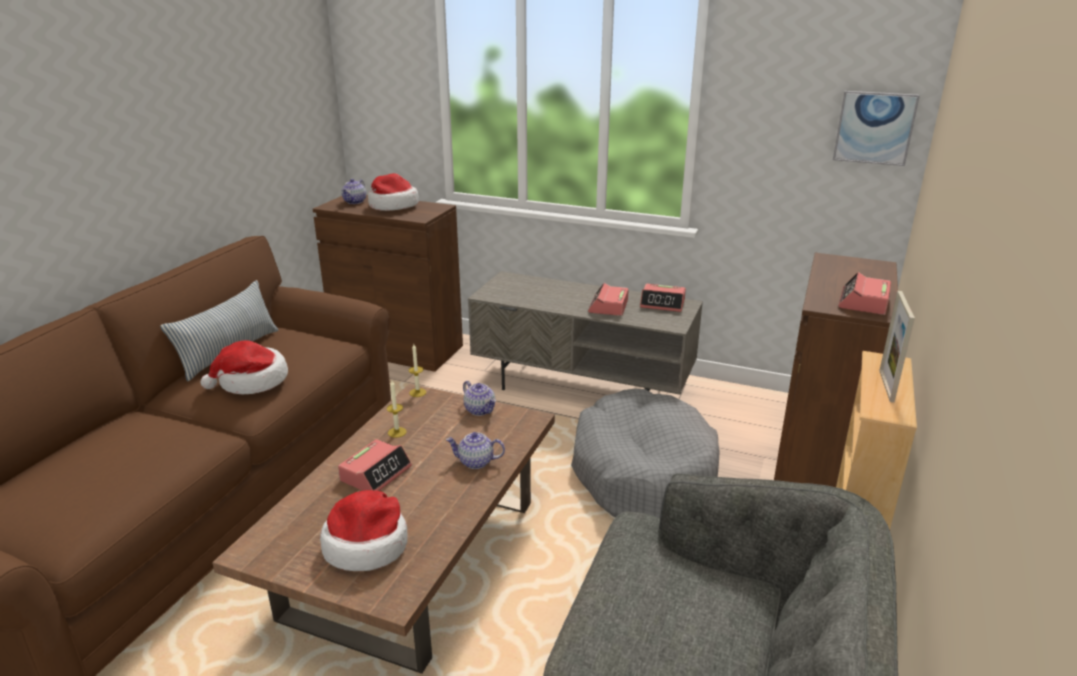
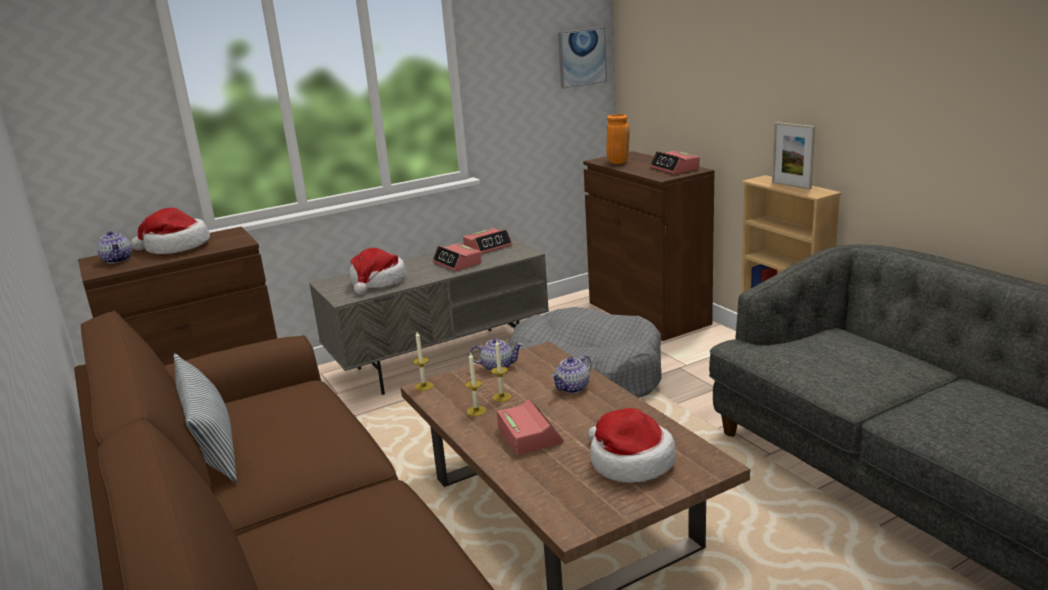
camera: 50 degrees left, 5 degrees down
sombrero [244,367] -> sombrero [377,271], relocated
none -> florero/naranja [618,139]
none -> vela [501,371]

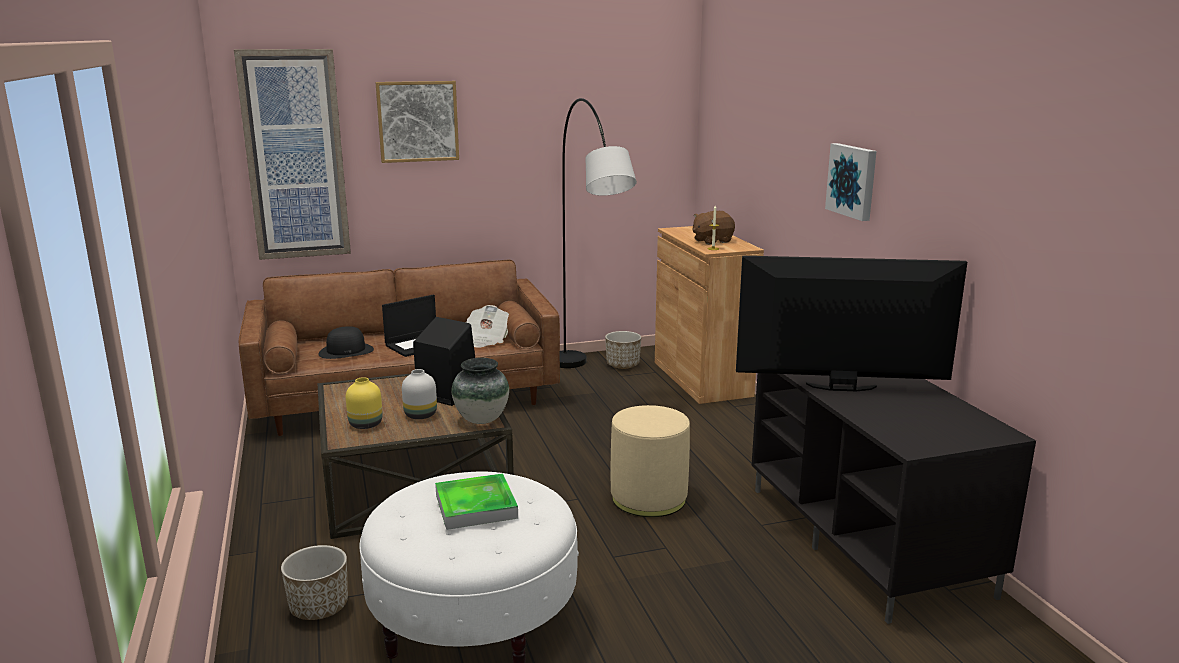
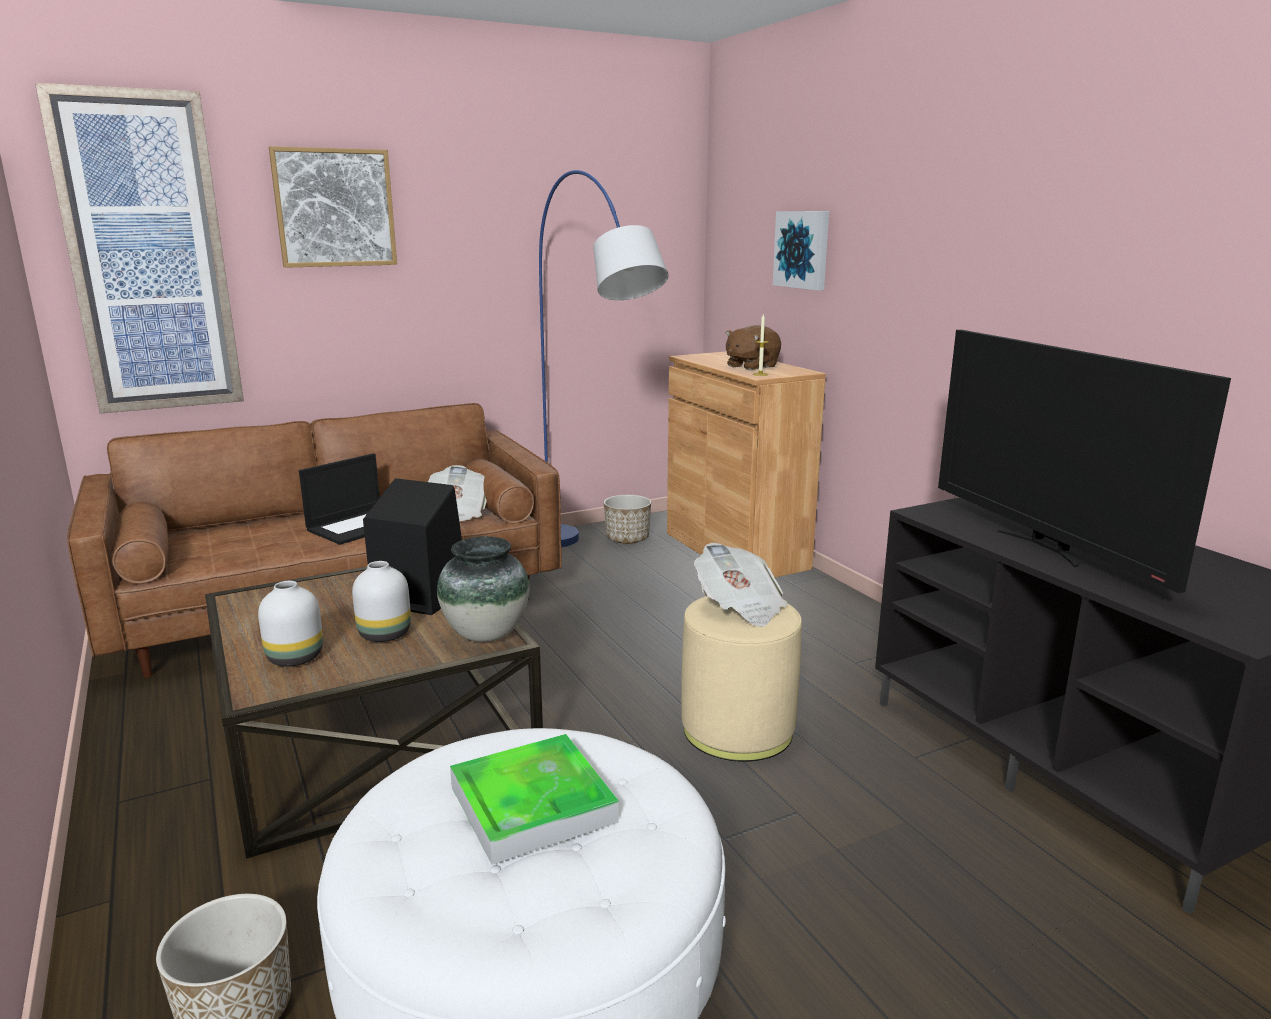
camera: 10 degrees left, 0 degrees up
lámpara de pie/gris [598,233] -> lámpara de pie/azul [604,358]
cuadro [851,182] -> cuadro [801,250], relocated
televisor [851,323] -> televisor [1084,461], 105 degrees counterclockwise
sombrero/negro [346,342] -> none
florero/amarillo [364,403] -> florero/blanco [290,624]
none -> periódico [741,585]

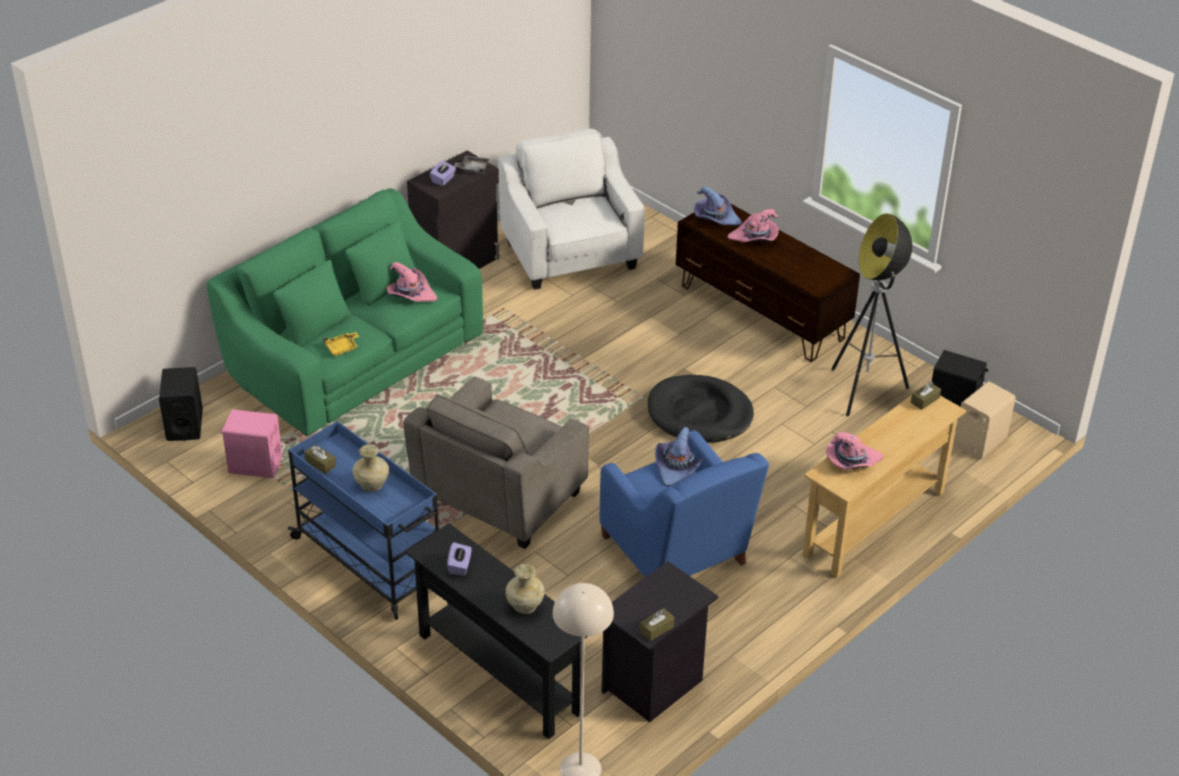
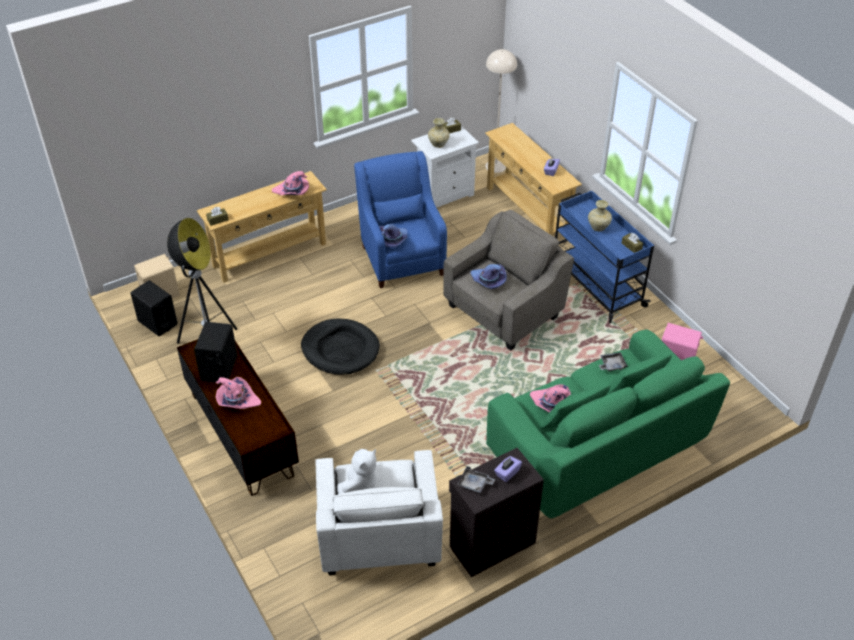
camera: 165 degrees left, 5 degrees up
sombrero/morado [718,206] -> sombrero/morado [488,276], relocated
bandeja/amarillo [341,344] -> bandeja/gris [613,361]
altavoz/negro [181,404] -> altavoz/negro [216,352], relocated
mesa consola/negro [496,631] -> mesa consola/beis [533,181]
mesita de noche/negro [660,641] -> mesita de noche/blanco [445,167]
florero/beis [525,589] -> florero/beis [439,133], relocated
none -> peluche/blanco [356,471]

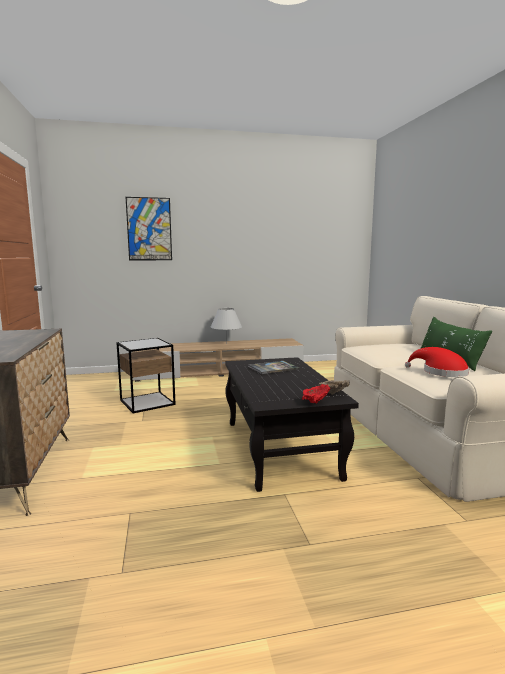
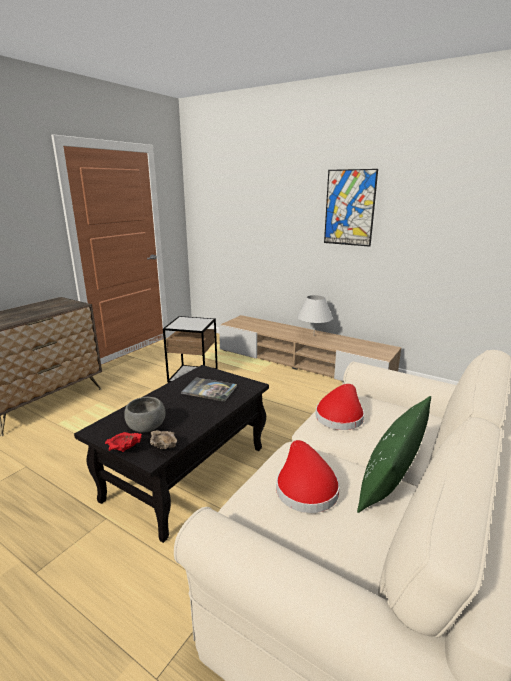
camera: 45 degrees right, 10 degrees up
cuadro [149,228] -> cuadro [351,208], relocated
none -> sombrero/rojo [340,407]
none -> cuenco/gris [144,415]

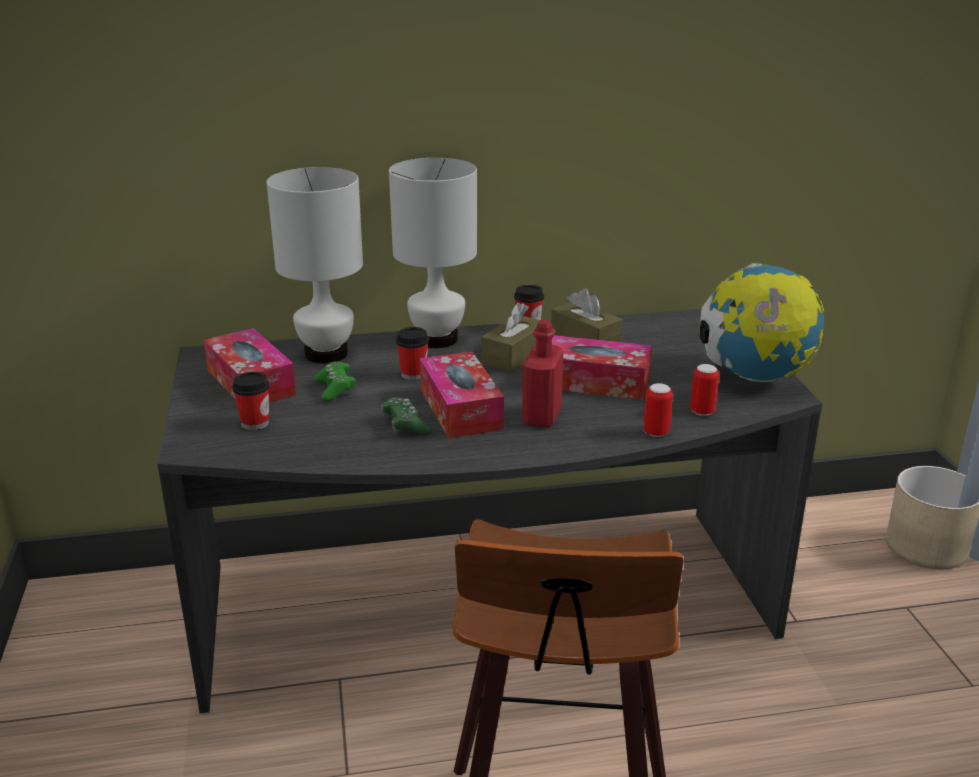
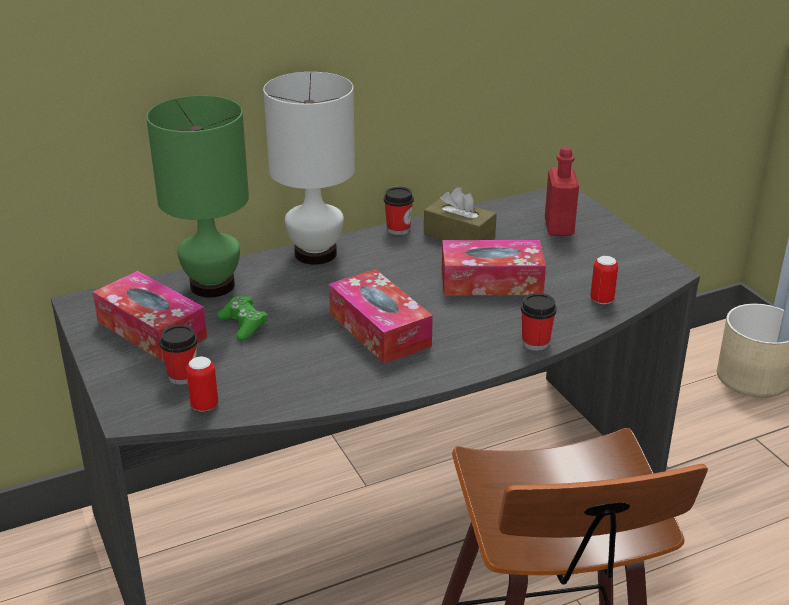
camera: 15 degrees left, 5 degrees up
lámpara de mesa/blanco [315,265] -> lámpara de mesa/verde [197,196]
globo terráqueo [762,322] -> none
caja de pañuelos/marrón [510,337] -> none
botella/rojo [542,373] -> botella/rojo [562,191], relocated
taza [412,353] -> taza [539,322], relocated
lata [658,410] -> lata [202,384], relocated
mando de consola/verde [406,416] -> none

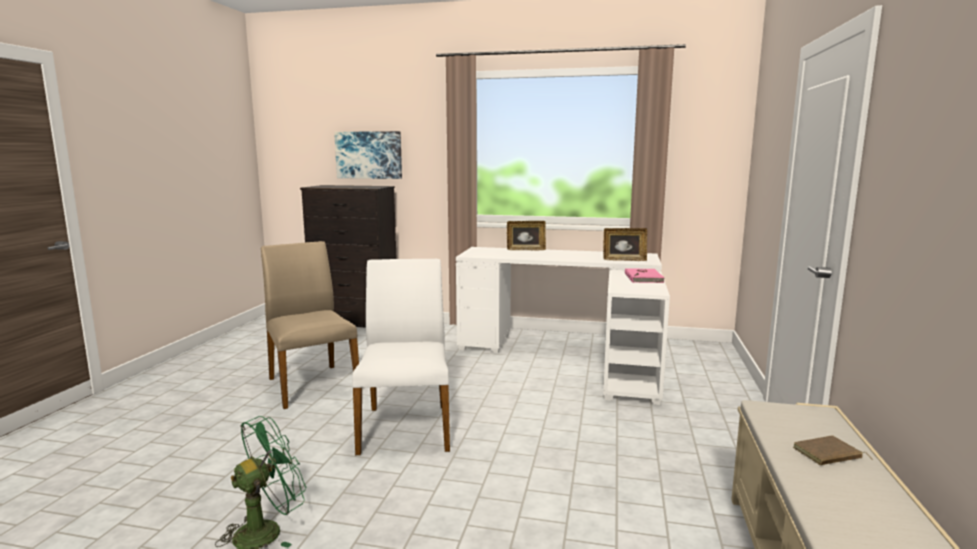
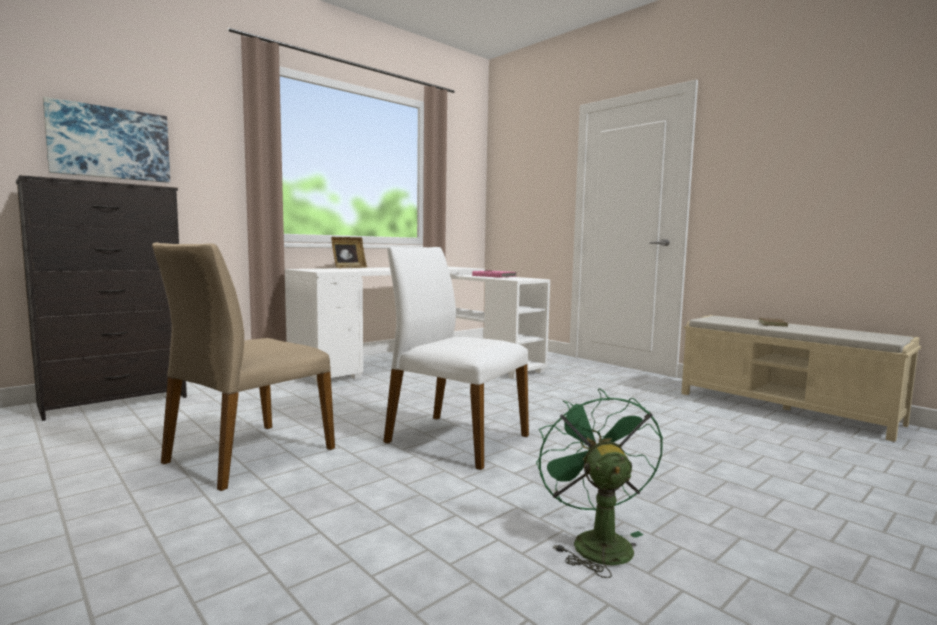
camera: 55 degrees left, 5 degrees down
portarretratos [625,244] -> none
silla/beis [310,325] -> silla/beis [243,366], 60 degrees counterclockwise

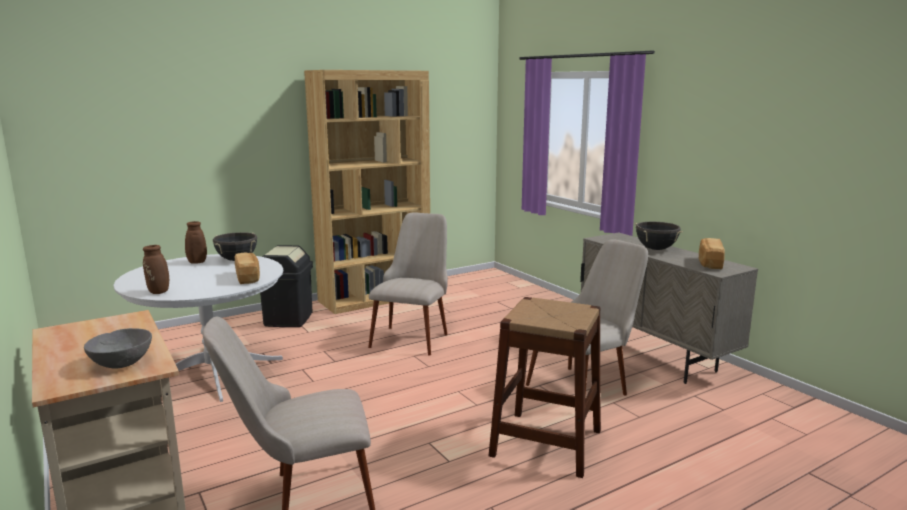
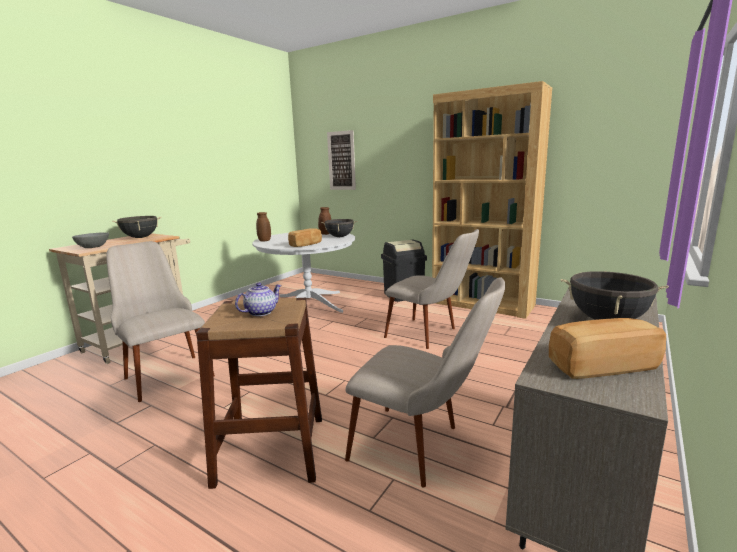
camera: 65 degrees right, 0 degrees up
silla/beis [408,284] -> silla/beis [431,289], 45 degrees clockwise
none -> cuadro [341,160]
none -> olla/negro [137,227]
none -> tetera [258,299]

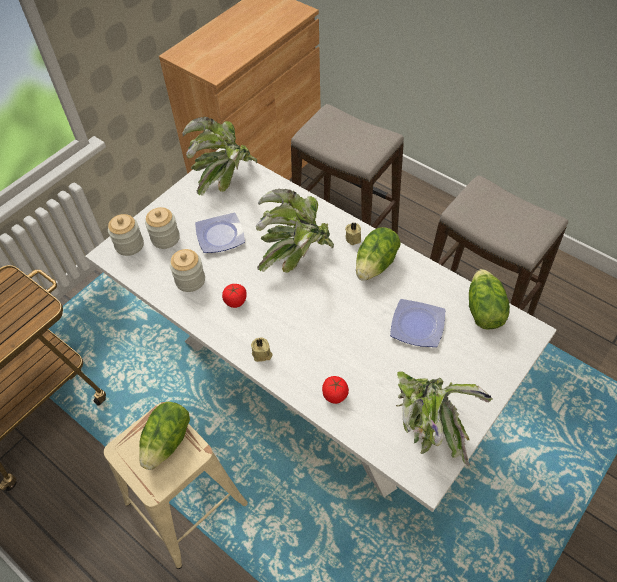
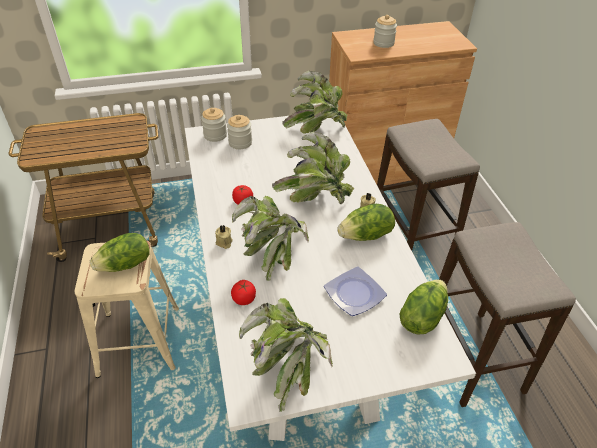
camera: 35 degrees right, 10 degrees down
plato [220,233] -> none
tarro [187,270] -> tarro [385,31], relocated
none -> planta en maceta [270,238]

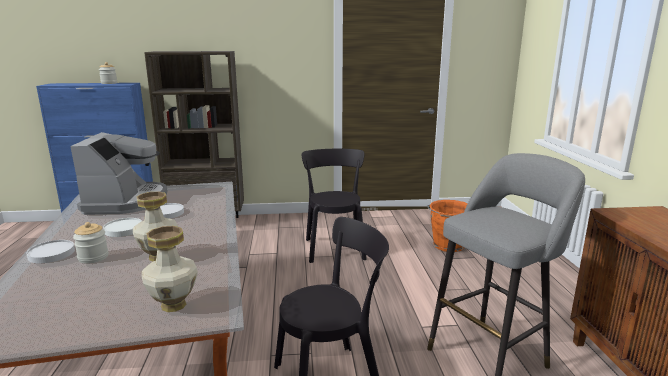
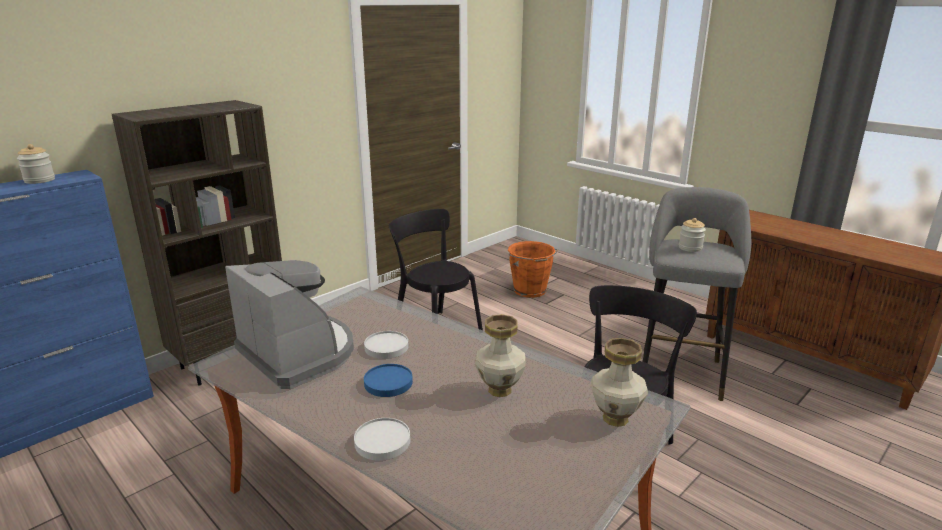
camera: 40 degrees left, 5 degrees up
plato/blanco [122,227] -> plato/azul [388,380]
tarro [91,243] -> tarro [692,235], relocated

